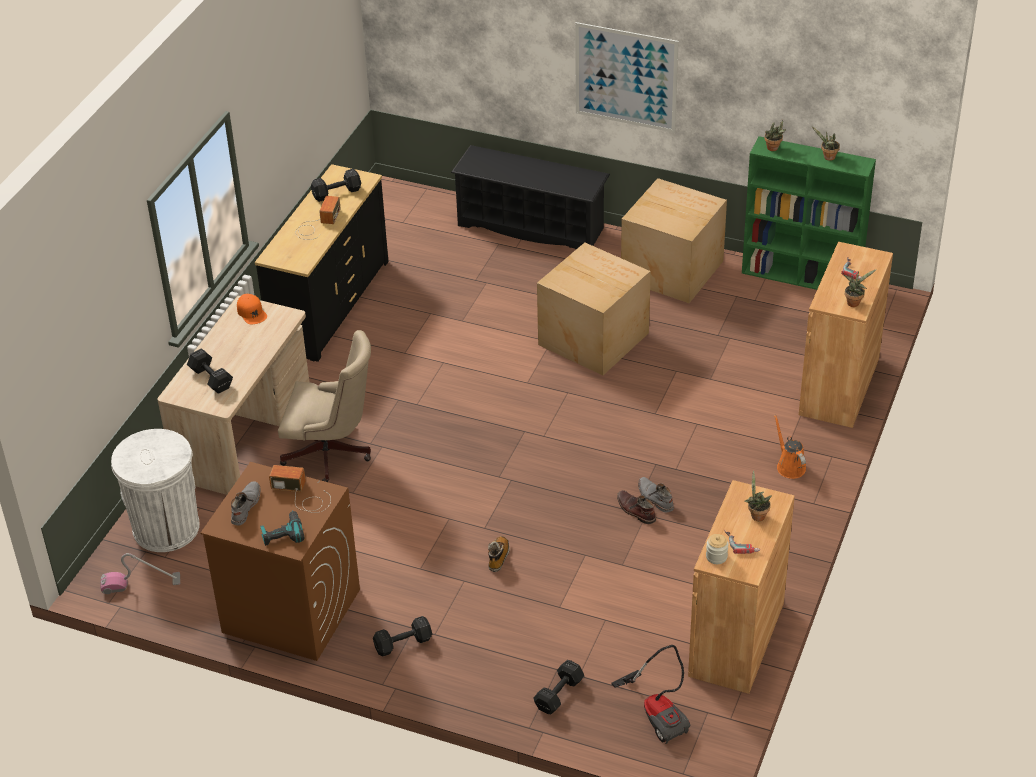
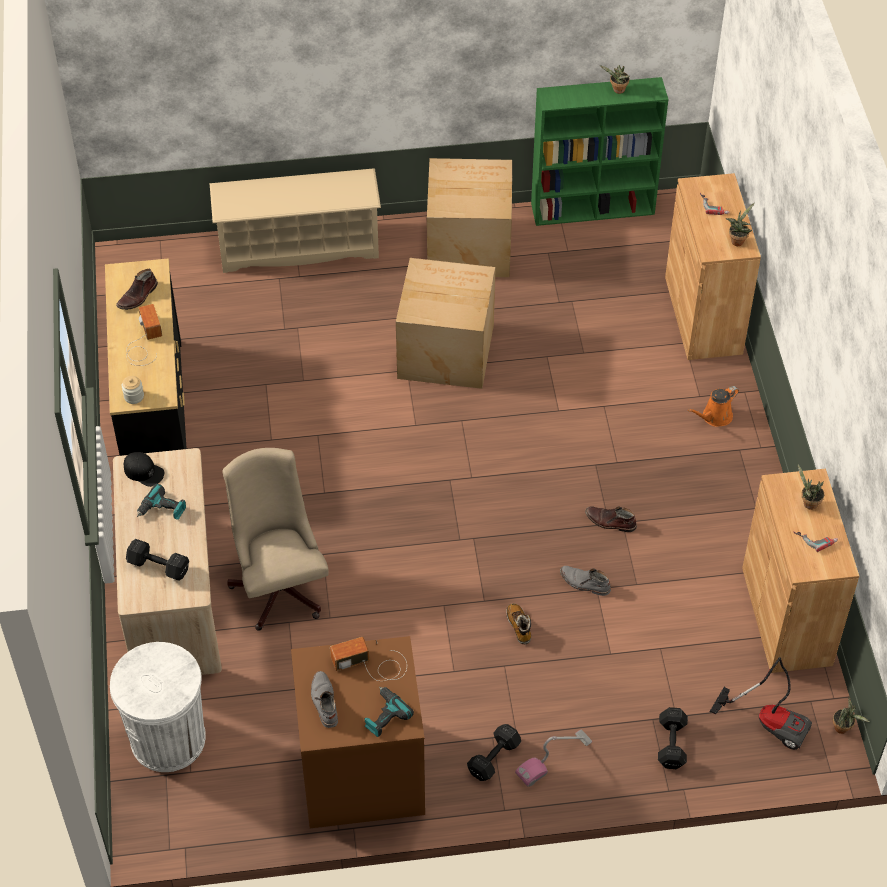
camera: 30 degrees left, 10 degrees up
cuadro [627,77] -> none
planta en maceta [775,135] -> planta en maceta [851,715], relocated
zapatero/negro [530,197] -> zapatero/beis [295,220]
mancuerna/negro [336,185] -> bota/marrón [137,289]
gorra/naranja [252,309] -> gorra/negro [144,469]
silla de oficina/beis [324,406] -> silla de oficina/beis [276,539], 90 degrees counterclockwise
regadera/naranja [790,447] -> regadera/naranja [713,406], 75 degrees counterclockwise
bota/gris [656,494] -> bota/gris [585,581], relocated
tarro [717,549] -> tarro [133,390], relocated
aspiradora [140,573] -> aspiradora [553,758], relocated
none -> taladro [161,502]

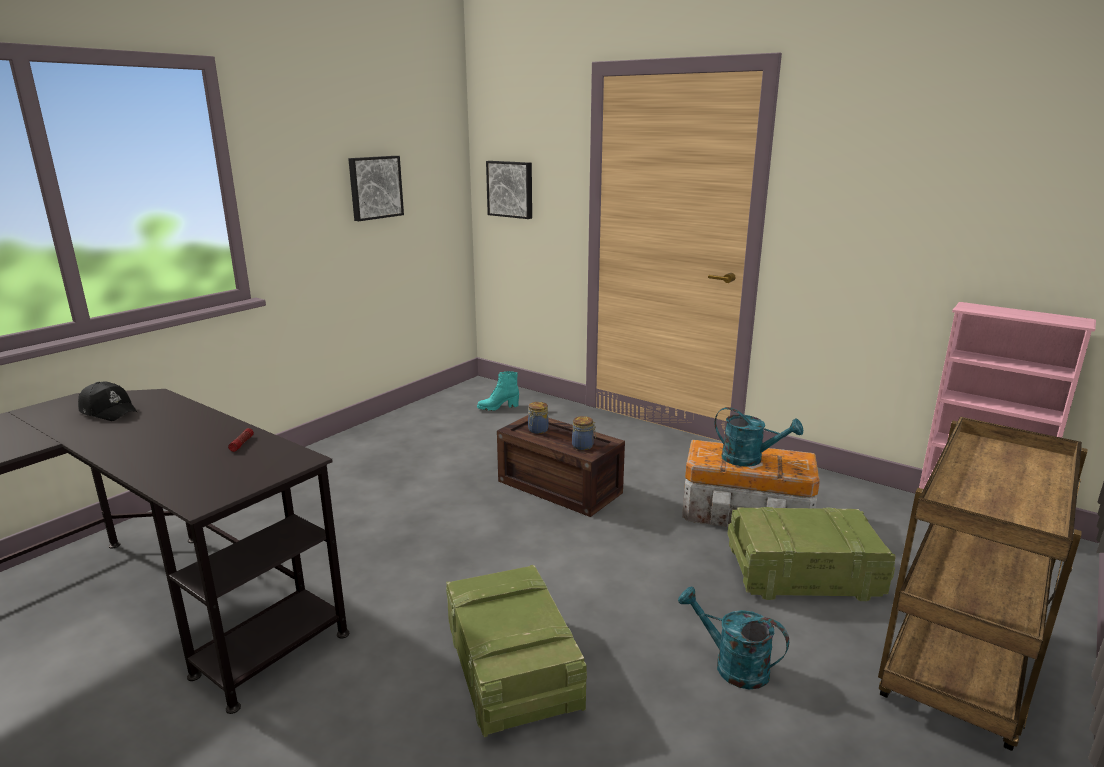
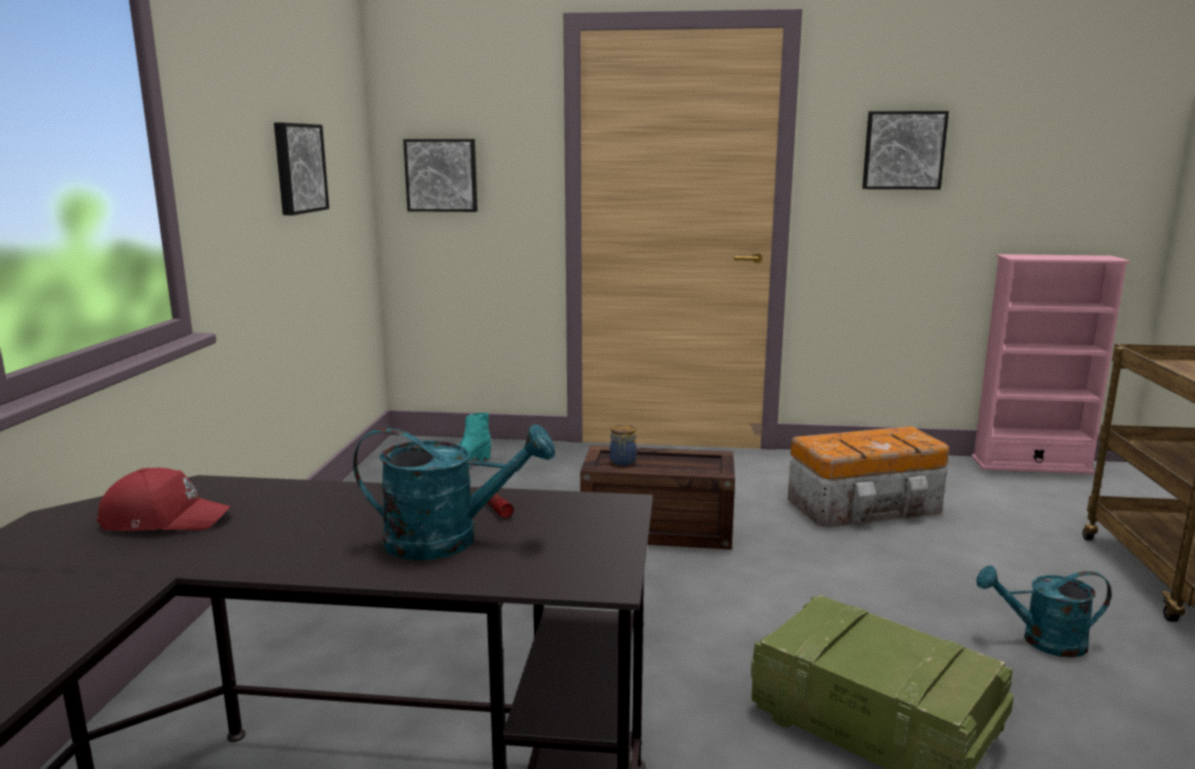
camera: 30 degrees left, 5 degrees down
gorra/negro [108,401] -> gorra/rojo [164,499]
regadera/turquesa [759,437] -> regadera/turquesa [454,492], relocated
tarro [584,433] -> none
caja de embalaje [811,554] -> none
none -> cuadro [905,150]

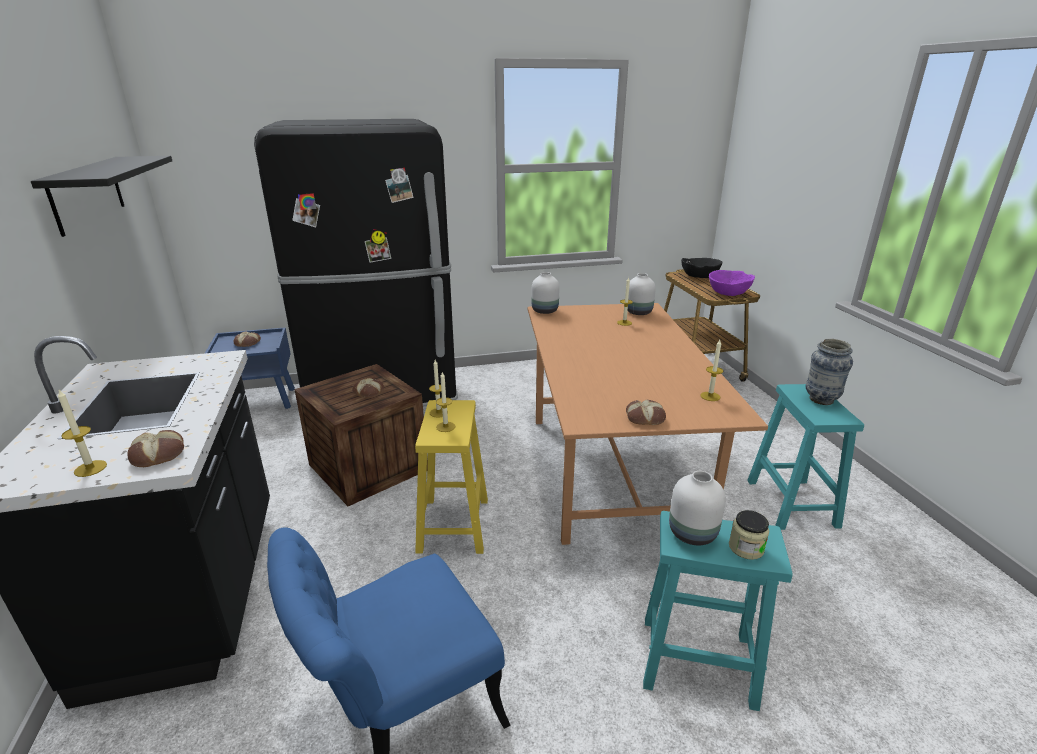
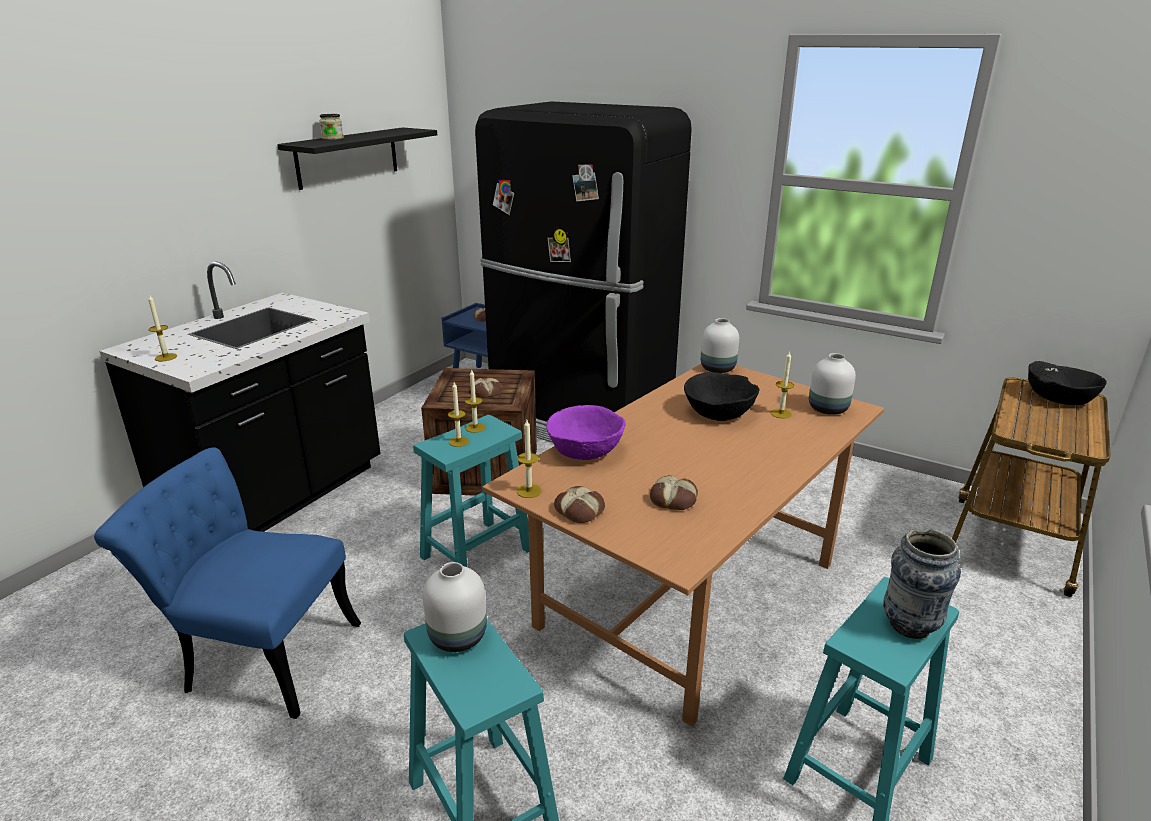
camera: 45 degrees right, 0 degrees up
cuenco/morado [732,283] -> cuenco/morado [585,432], relocated
vela [711,370] -> vela [529,459], relocated
taburete/amarillo [451,477] -> taburete/turquesa [471,491]
pan [155,448] -> pan [674,492], relocated
tarro [749,535] -> tarro [332,127], relocated
none -> cuenco/negro [721,396]

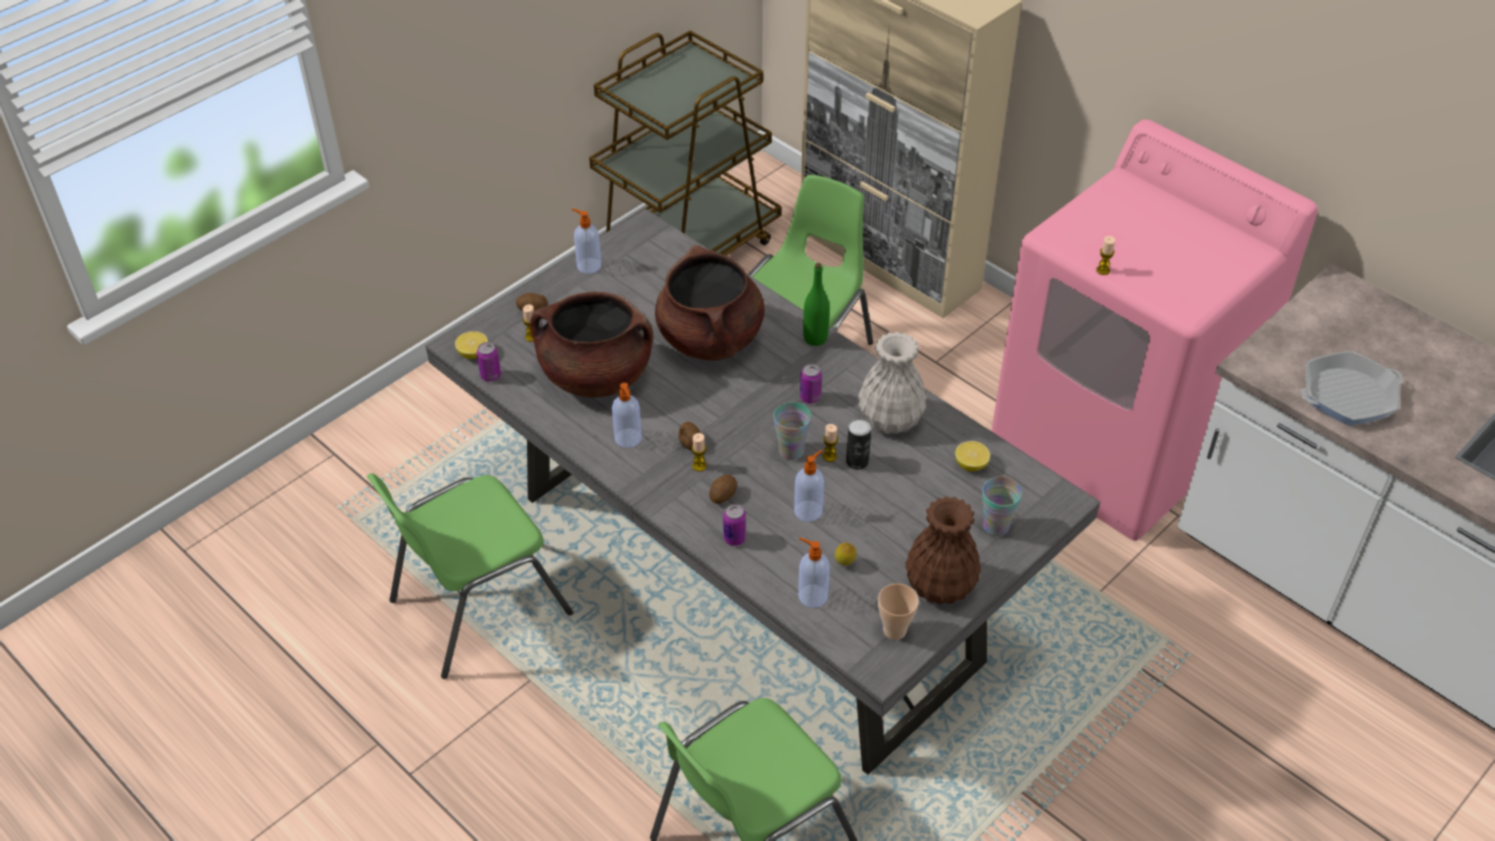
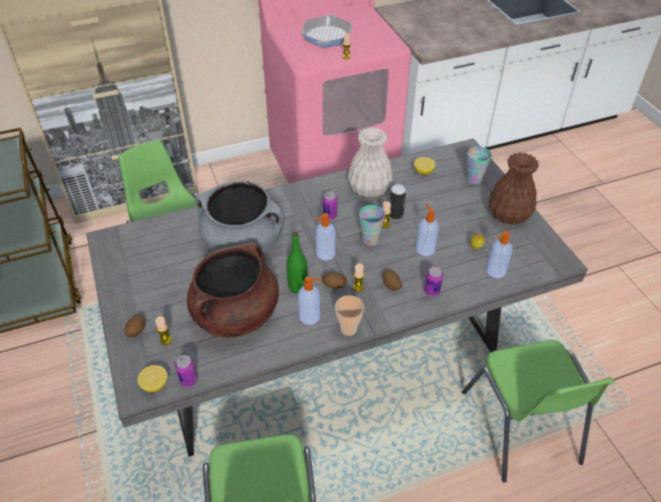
camera: 65 degrees left, 0 degrees up
dispensador de jabón [586,241] -> dispensador de jabón [325,236], relocated
olla/marrón [709,302] -> olla/gris [240,217]
botella/verde [816,304] -> botella/verde [297,263], relocated
sartén [1352,388] -> sartén [327,31], relocated
taza [898,612] -> taza [349,315], relocated

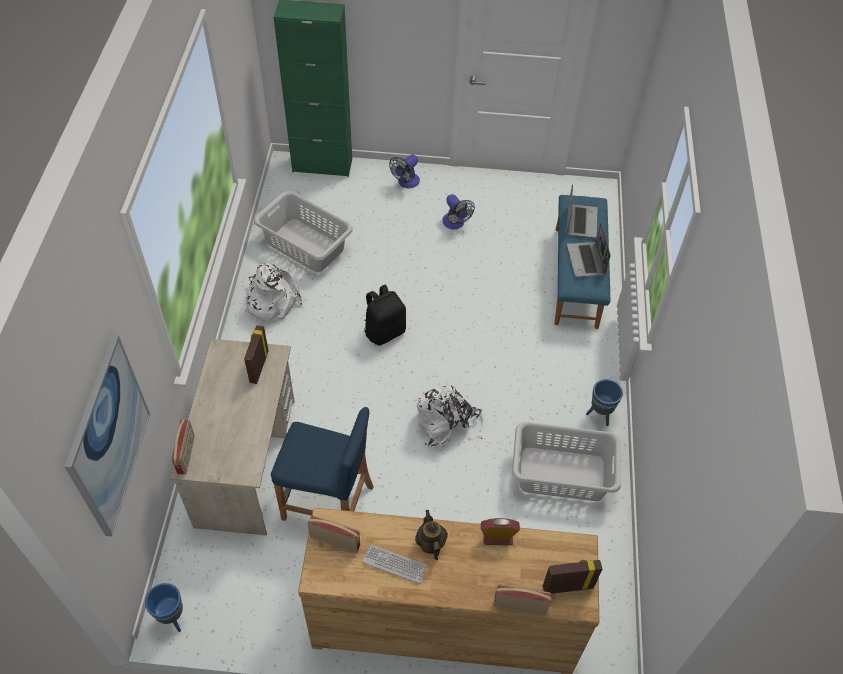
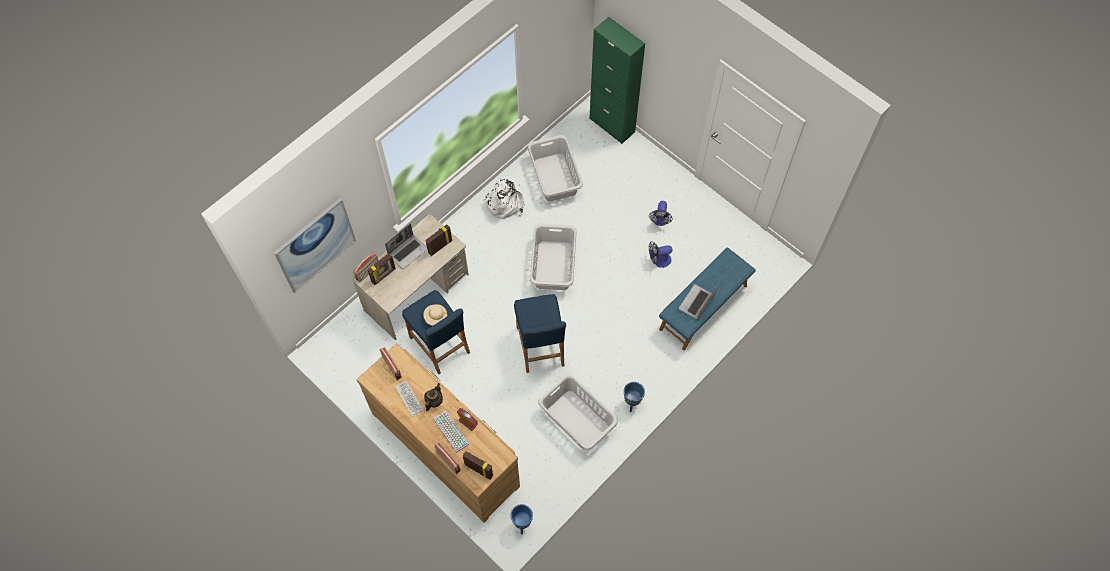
camera: 40 degrees right, 10 degrees up
ventilador [404,172] -> ventilador [660,254], relocated
portátil [582,211] -> portátil [406,246], relocated
mochila/negro [385,315] -> cesto de la ropa/gris [553,257]
mochila/blanco [451,416] -> taburete/azul [540,333]
maceta/azul [164,607] -> maceta/azul [521,519], relocated
none -> portarretratos [382,269]
none -> sombrero/beis [436,315]
none -> teclado [451,431]

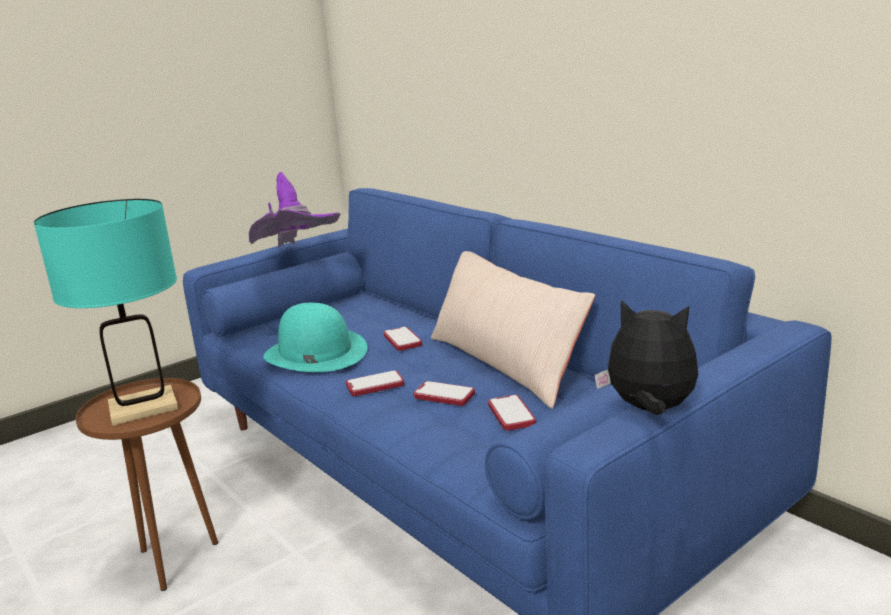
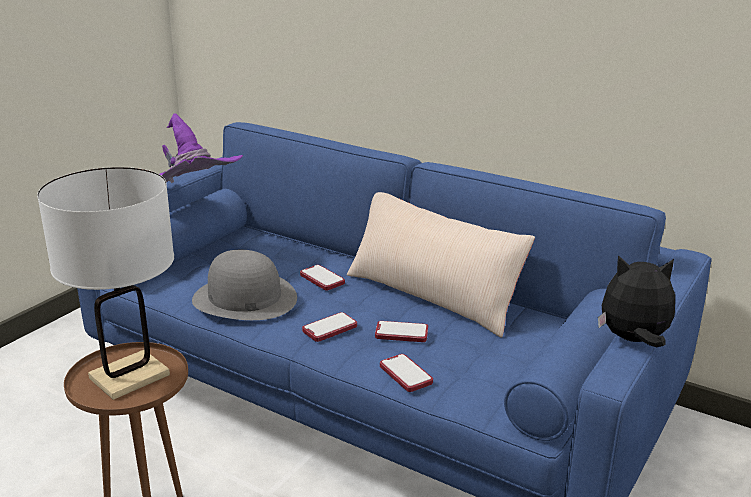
camera: 20 degrees left, 5 degrees up
lámpara de mesa/turquesa [106,312] -> lámpara de mesa/blanco [105,283]
sombrero/turquesa [315,337] -> sombrero/gris [244,285]
móvil [512,413] -> móvil [406,373], relocated

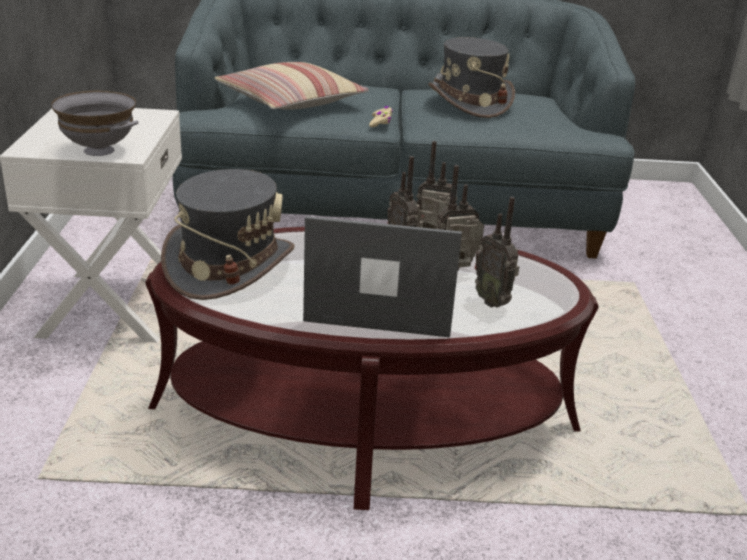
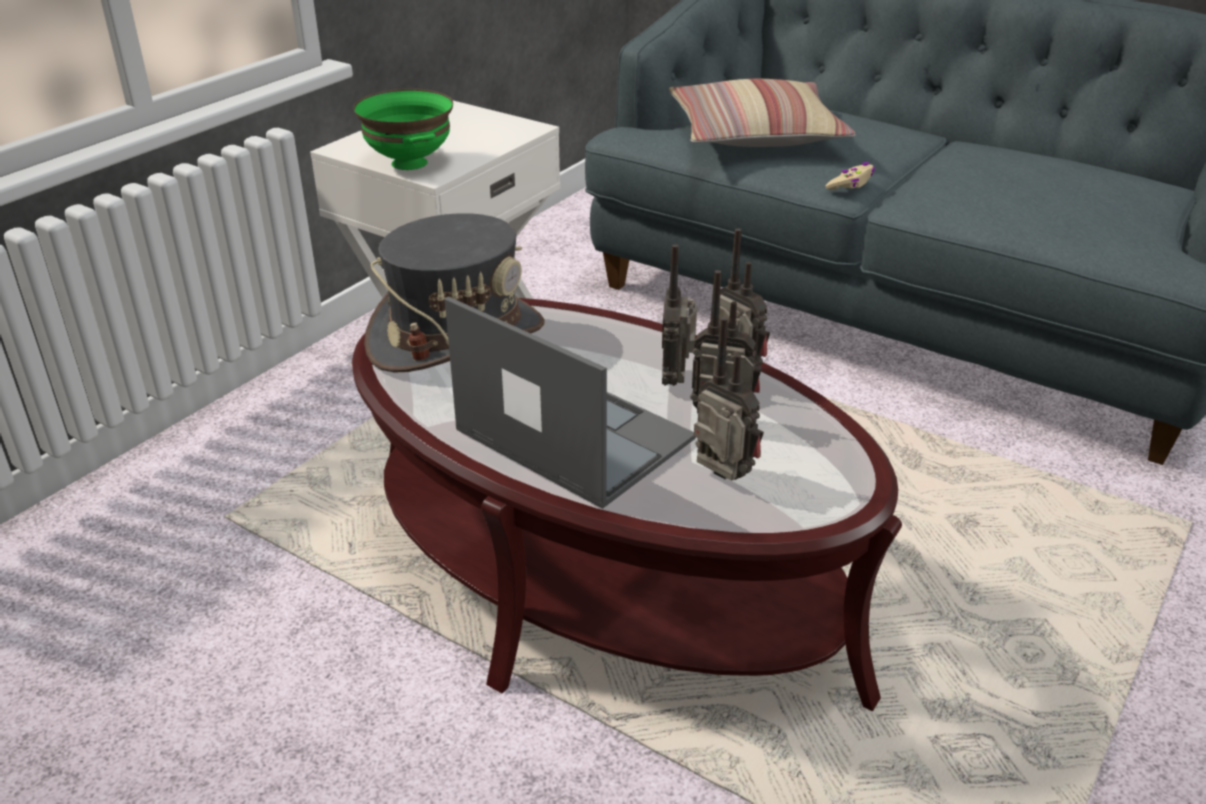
camera: 35 degrees right, 5 degrees up
sombrero/gris [471,77] -> none
cuenco/gris [94,123] -> cuenco/verde [403,129]
radio [497,252] -> radio [729,399], 135 degrees clockwise

